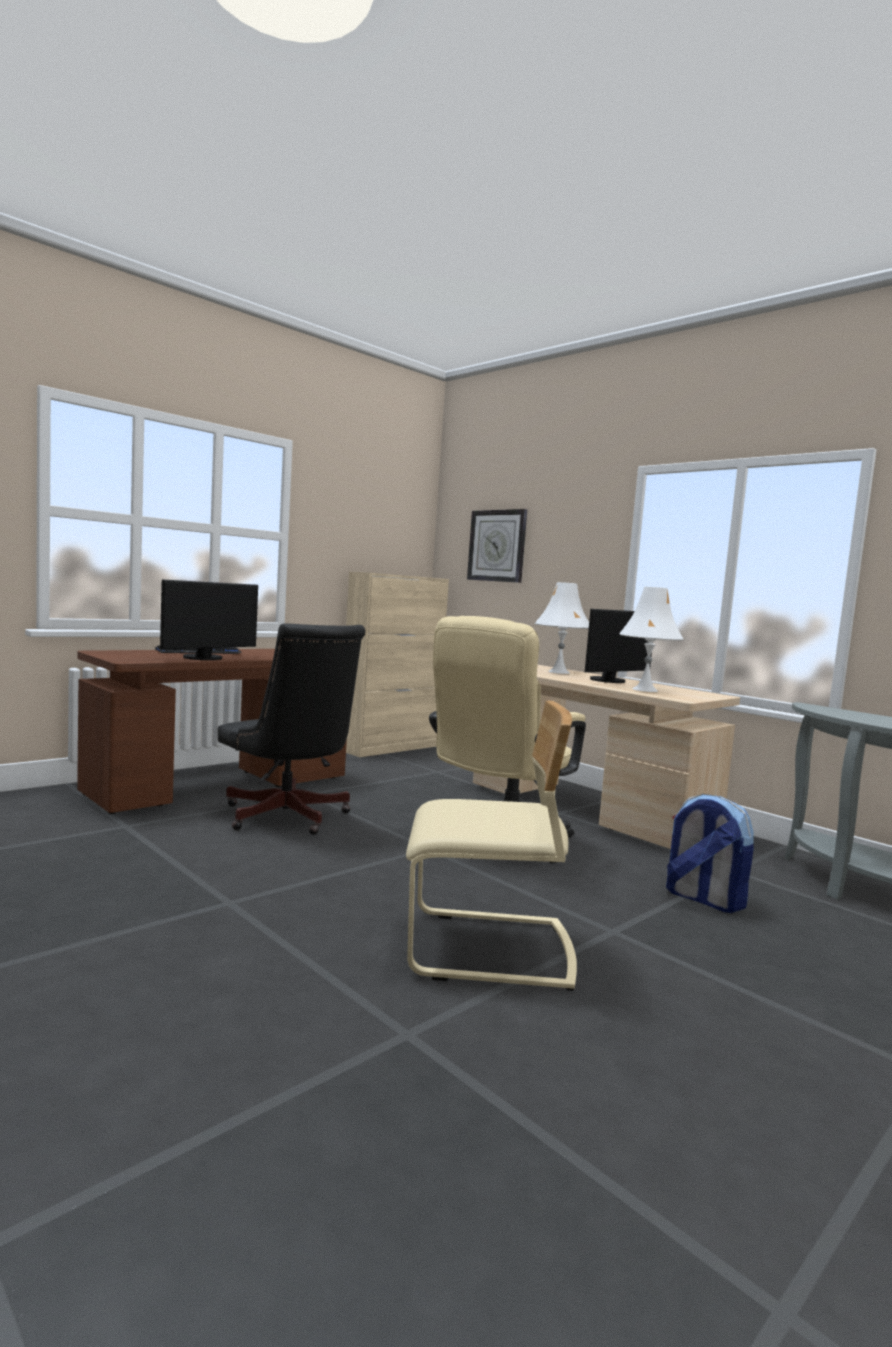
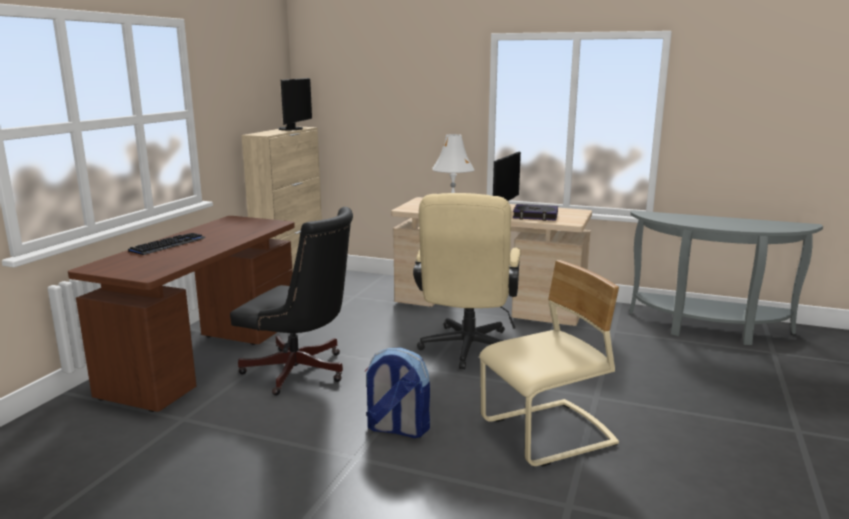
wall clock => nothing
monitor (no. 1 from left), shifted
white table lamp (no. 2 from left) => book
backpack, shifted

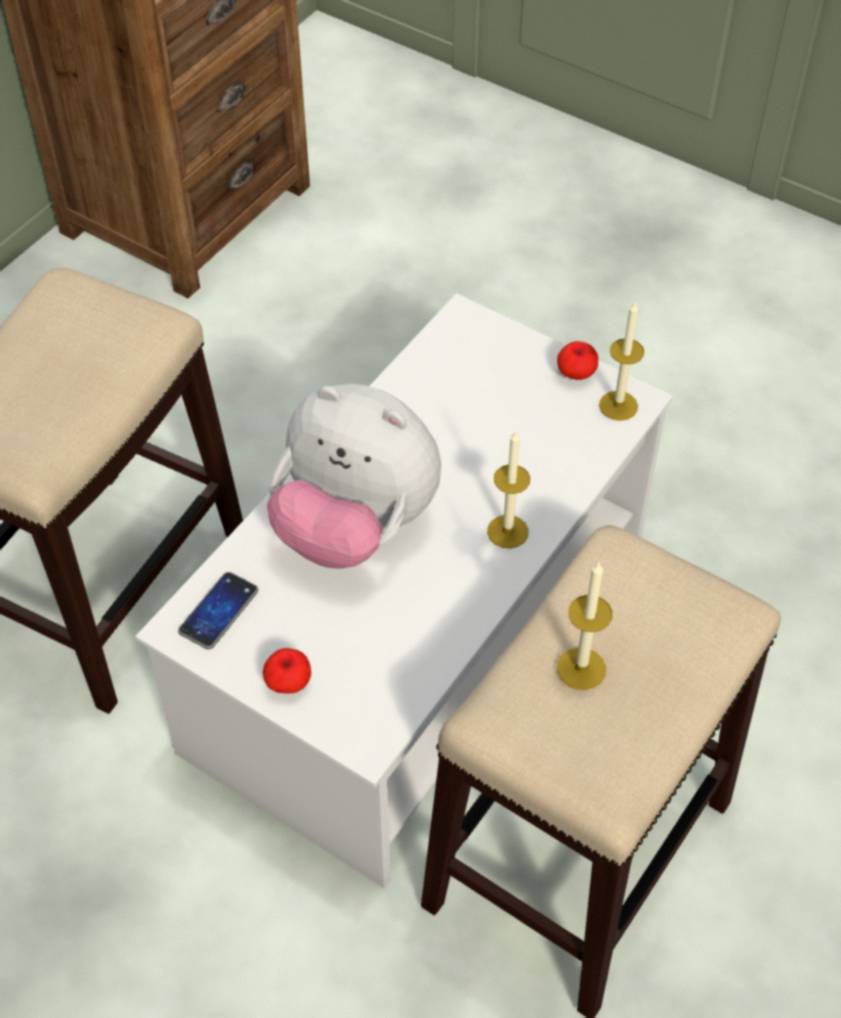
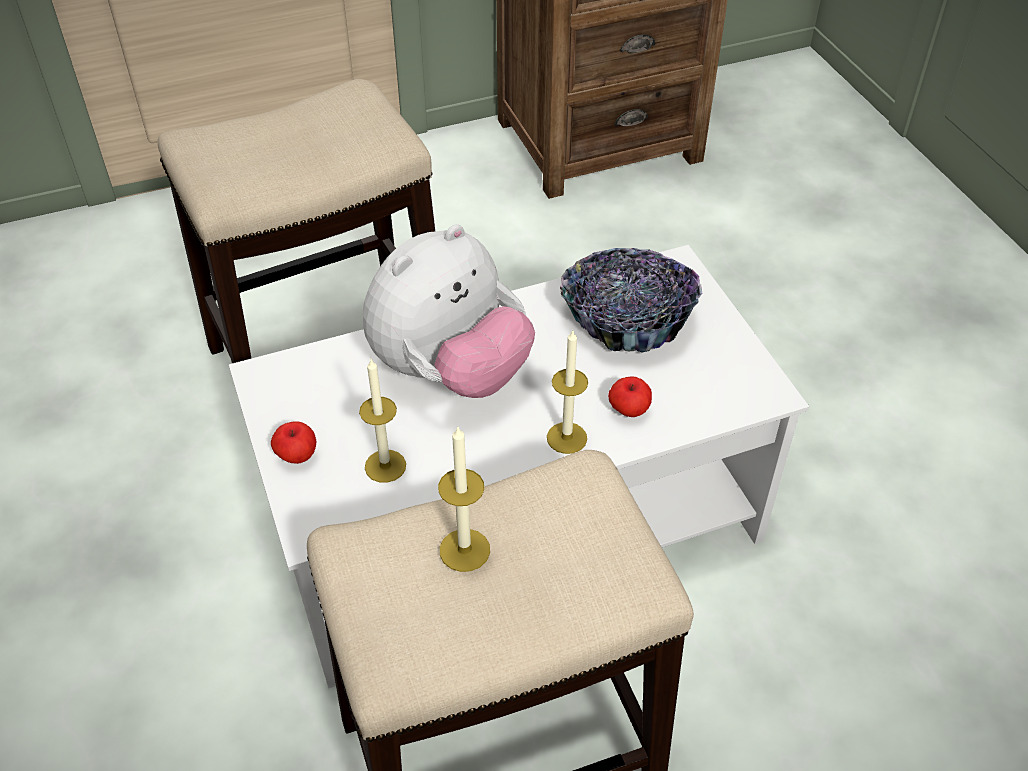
candle (no. 3 from left in the first image) => candle (no. 1 from left), shifted
apple (no. 2 from left), shifted
plush toy, 105 degrees counterclockwise
phone => nothing
nothing => bowl

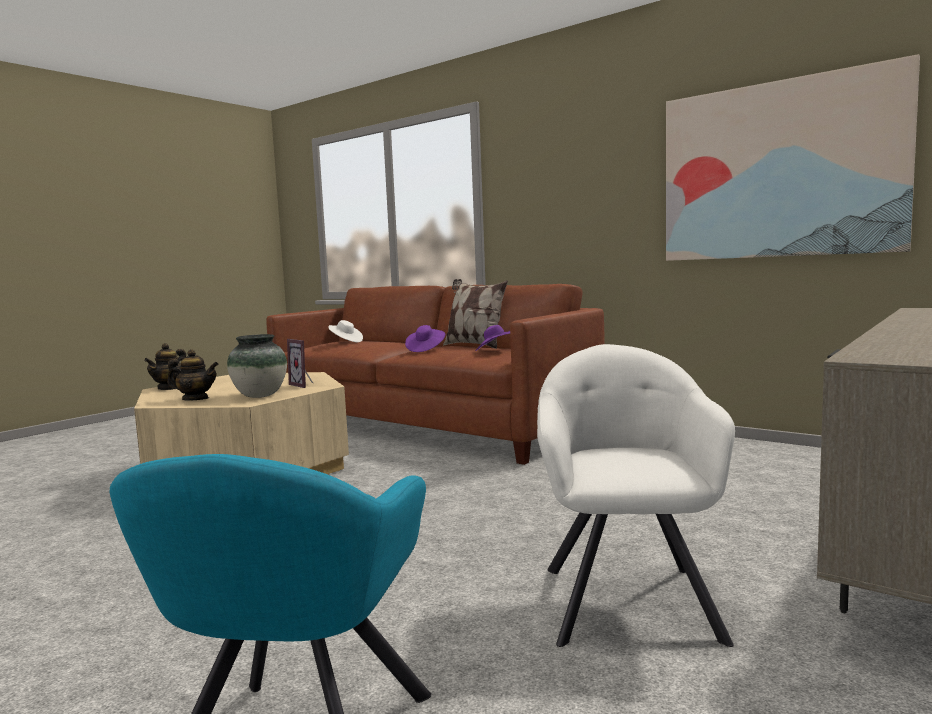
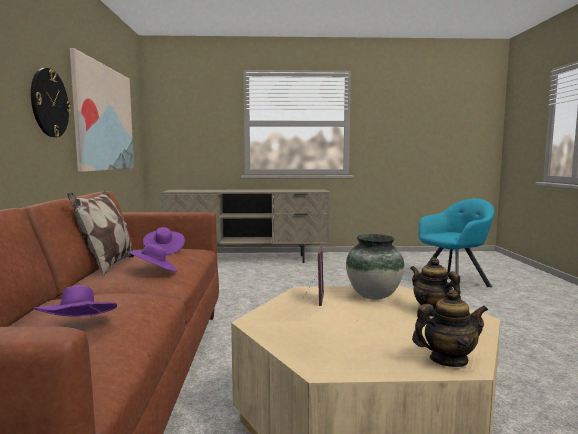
white hat => purple hat (no. 1 from left)
white armchair => nothing
nothing => wall clock

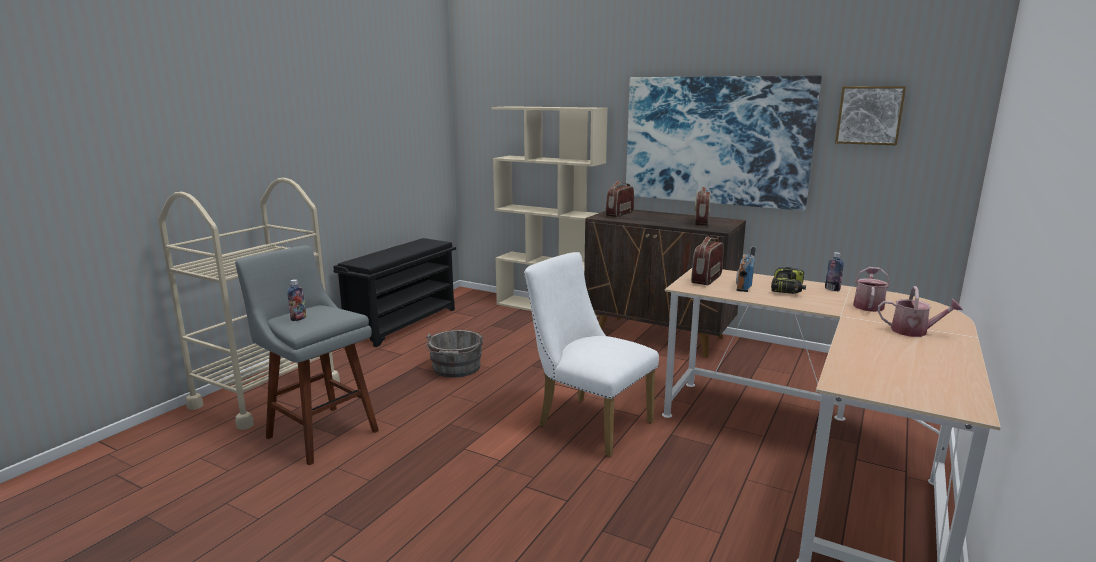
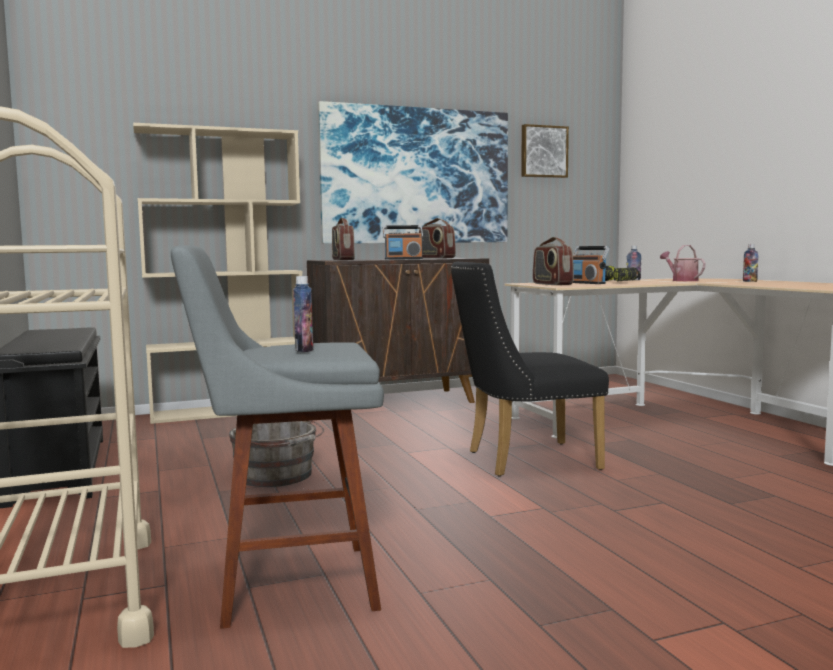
white chair => black chair
watering can (no. 2 from left) => bottle (no. 3 from left)
nothing => radio (no. 2 from left)

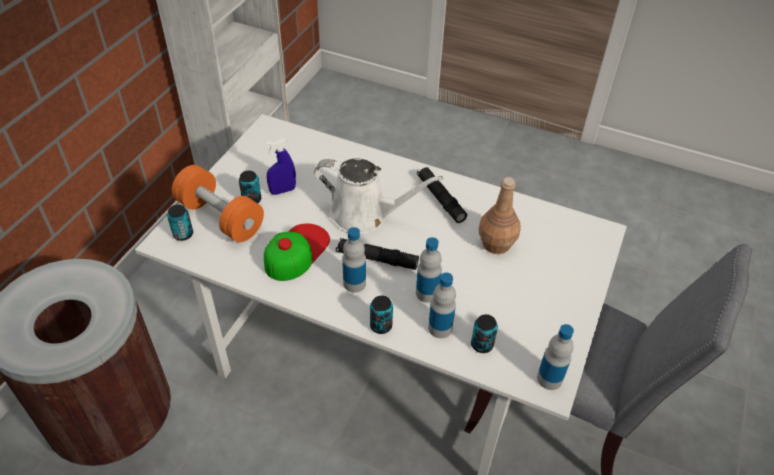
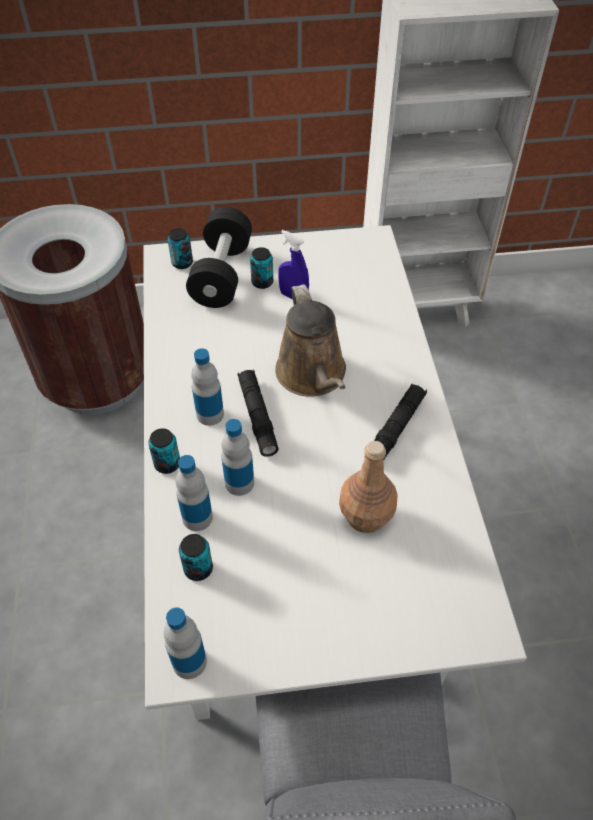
white watering can => brown watering can
orange dumbbell => black dumbbell
cap => nothing

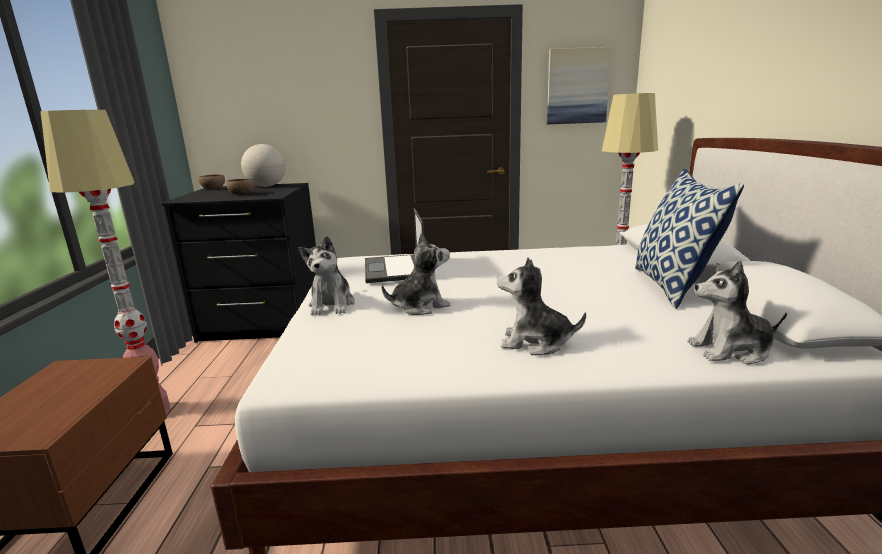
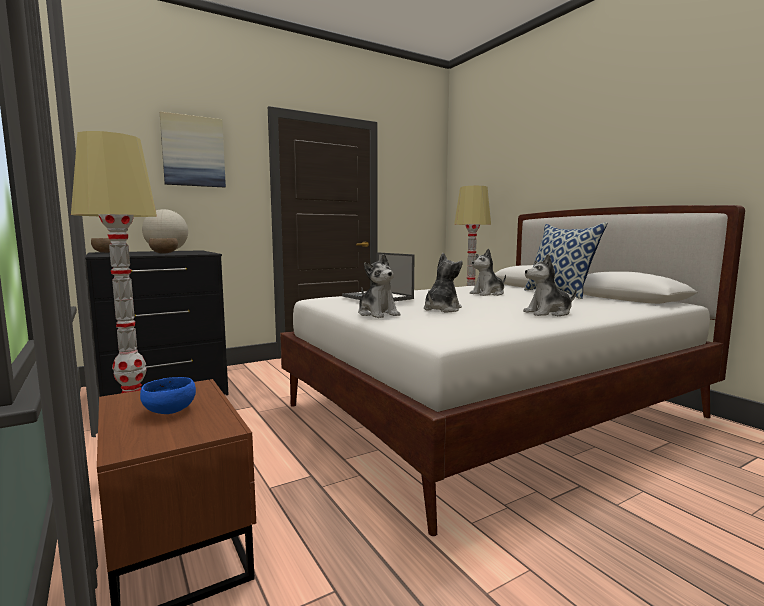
picture, shifted
plush toy (no. 4 from left in the first image) => plush toy (no. 3 from left), shifted
nothing => blue bowl

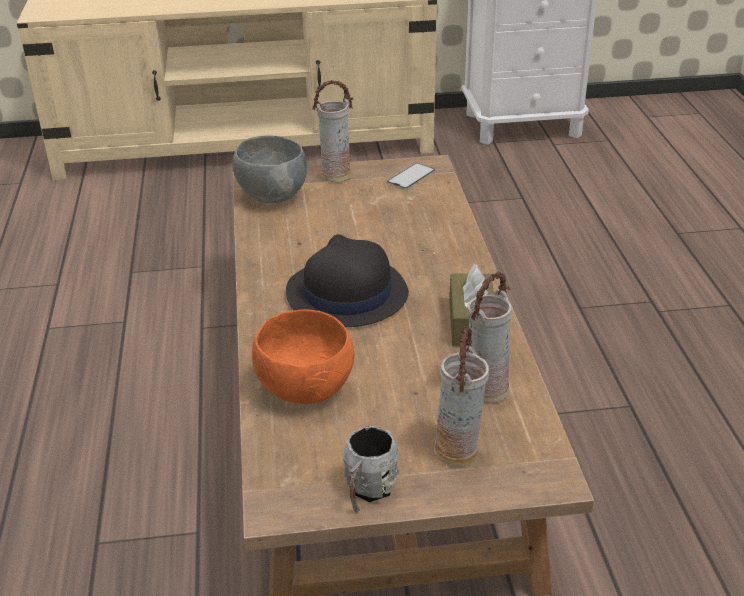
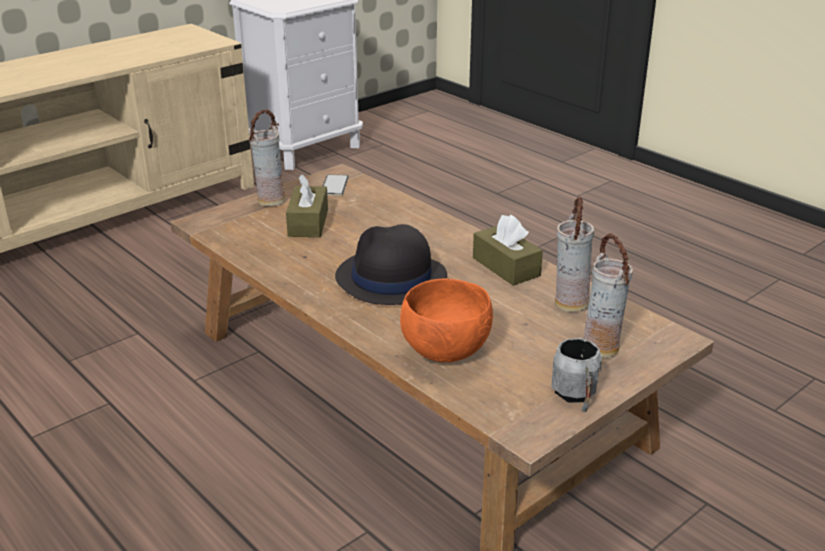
grey bowl => nothing
nothing => brown tissue box (no. 1 from left)

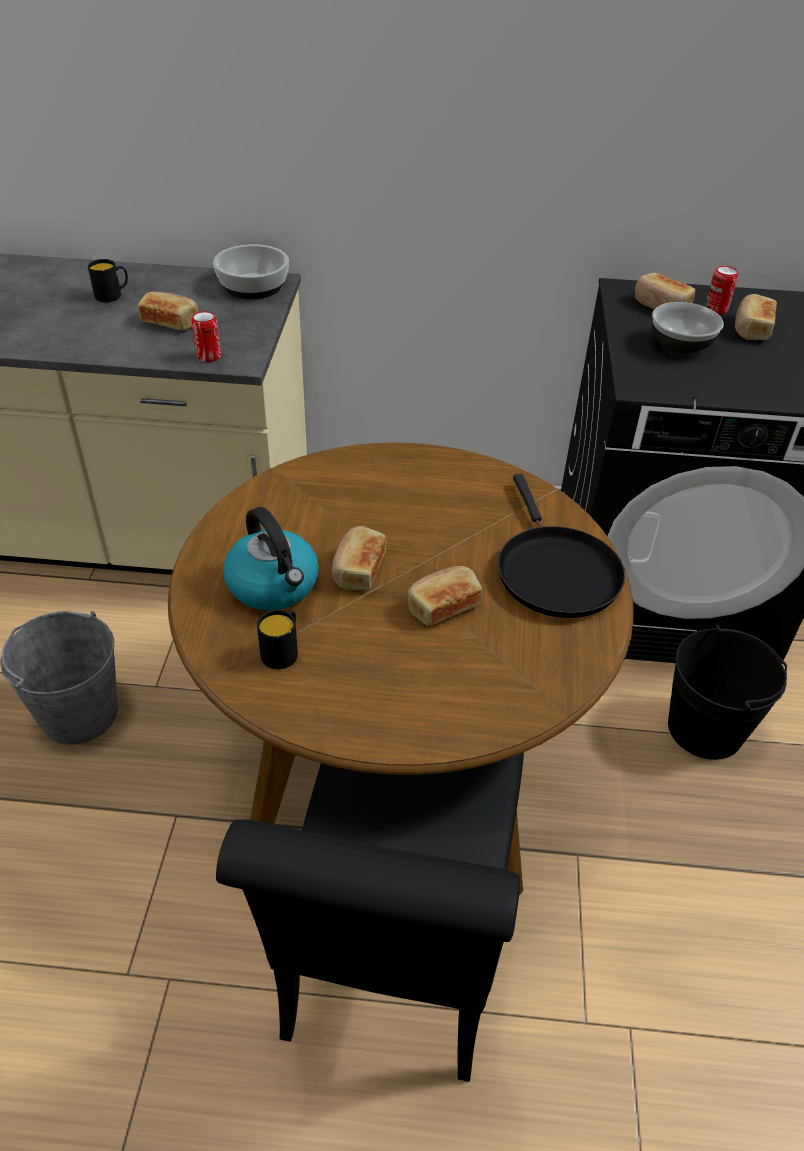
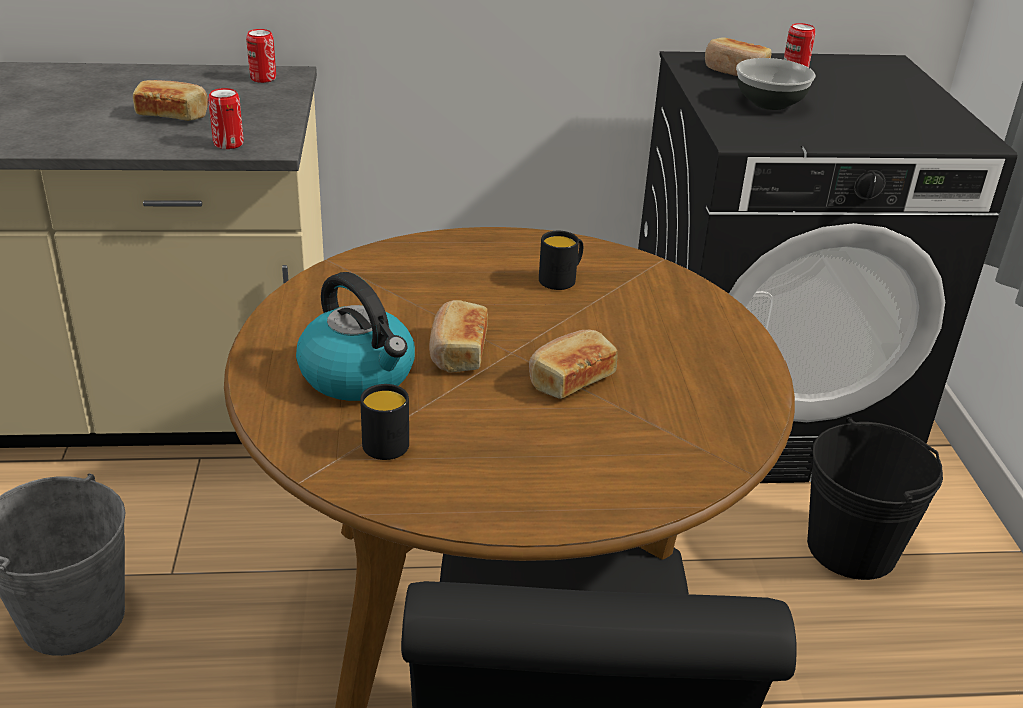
bowl (no. 1 from left) => can (no. 2 from left)
black mug (no. 1 from left in the first image) => black mug (no. 2 from left), shifted
bread (no. 5 from left) => nothing
black frying pan => nothing

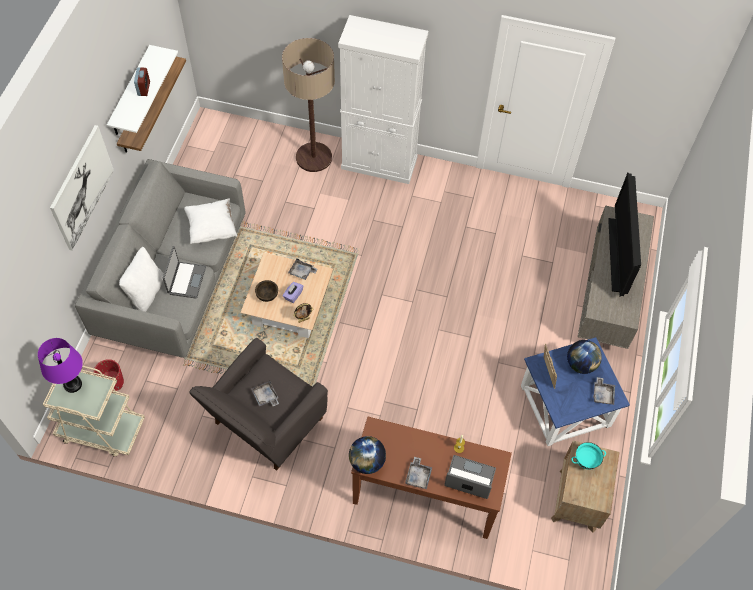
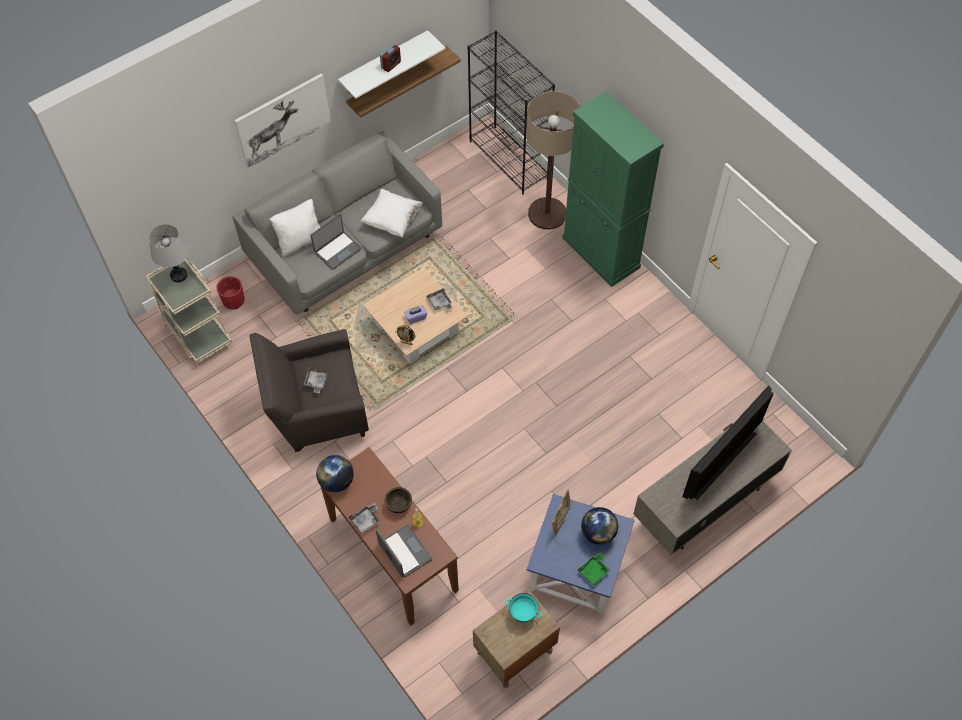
white cabinet => green cabinet
brown bowl, shifted
purple table lamp => grey table lamp
grey tray (no. 4 from left) => green tray
nothing => black bookcase

